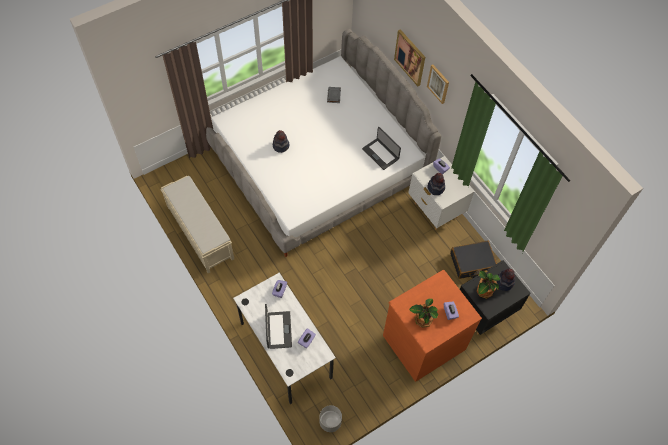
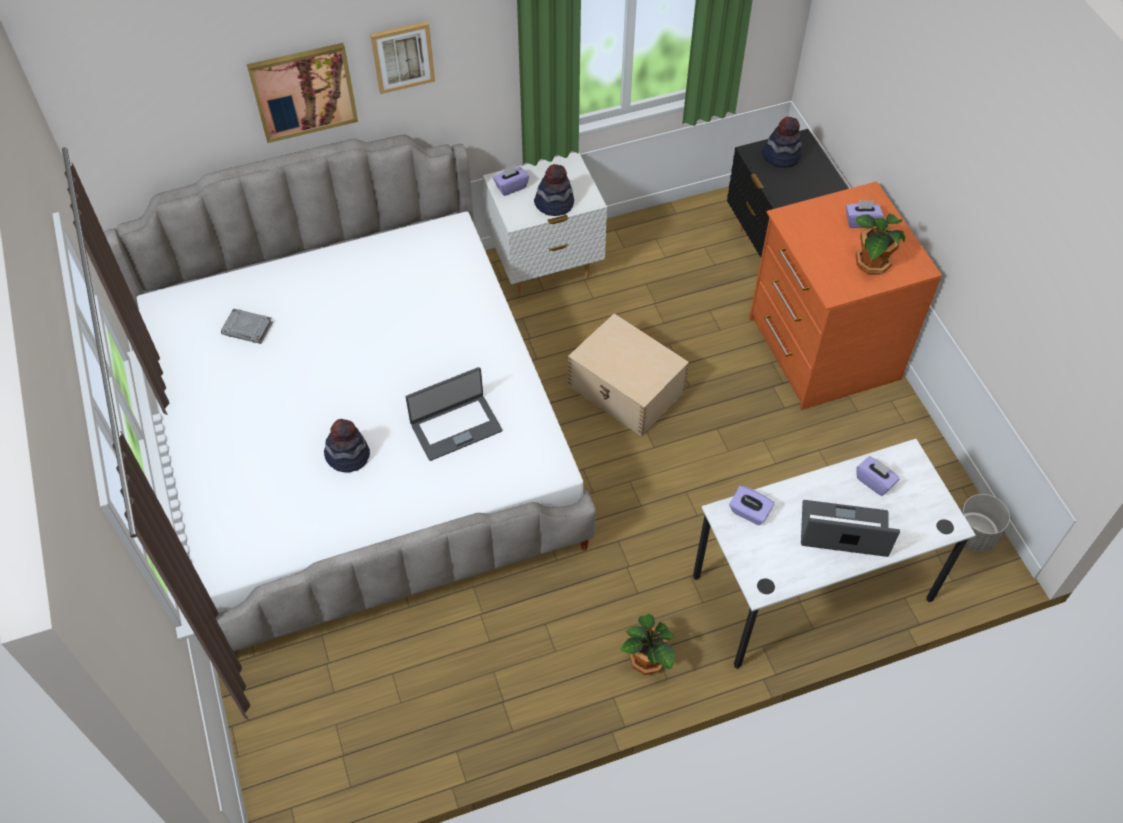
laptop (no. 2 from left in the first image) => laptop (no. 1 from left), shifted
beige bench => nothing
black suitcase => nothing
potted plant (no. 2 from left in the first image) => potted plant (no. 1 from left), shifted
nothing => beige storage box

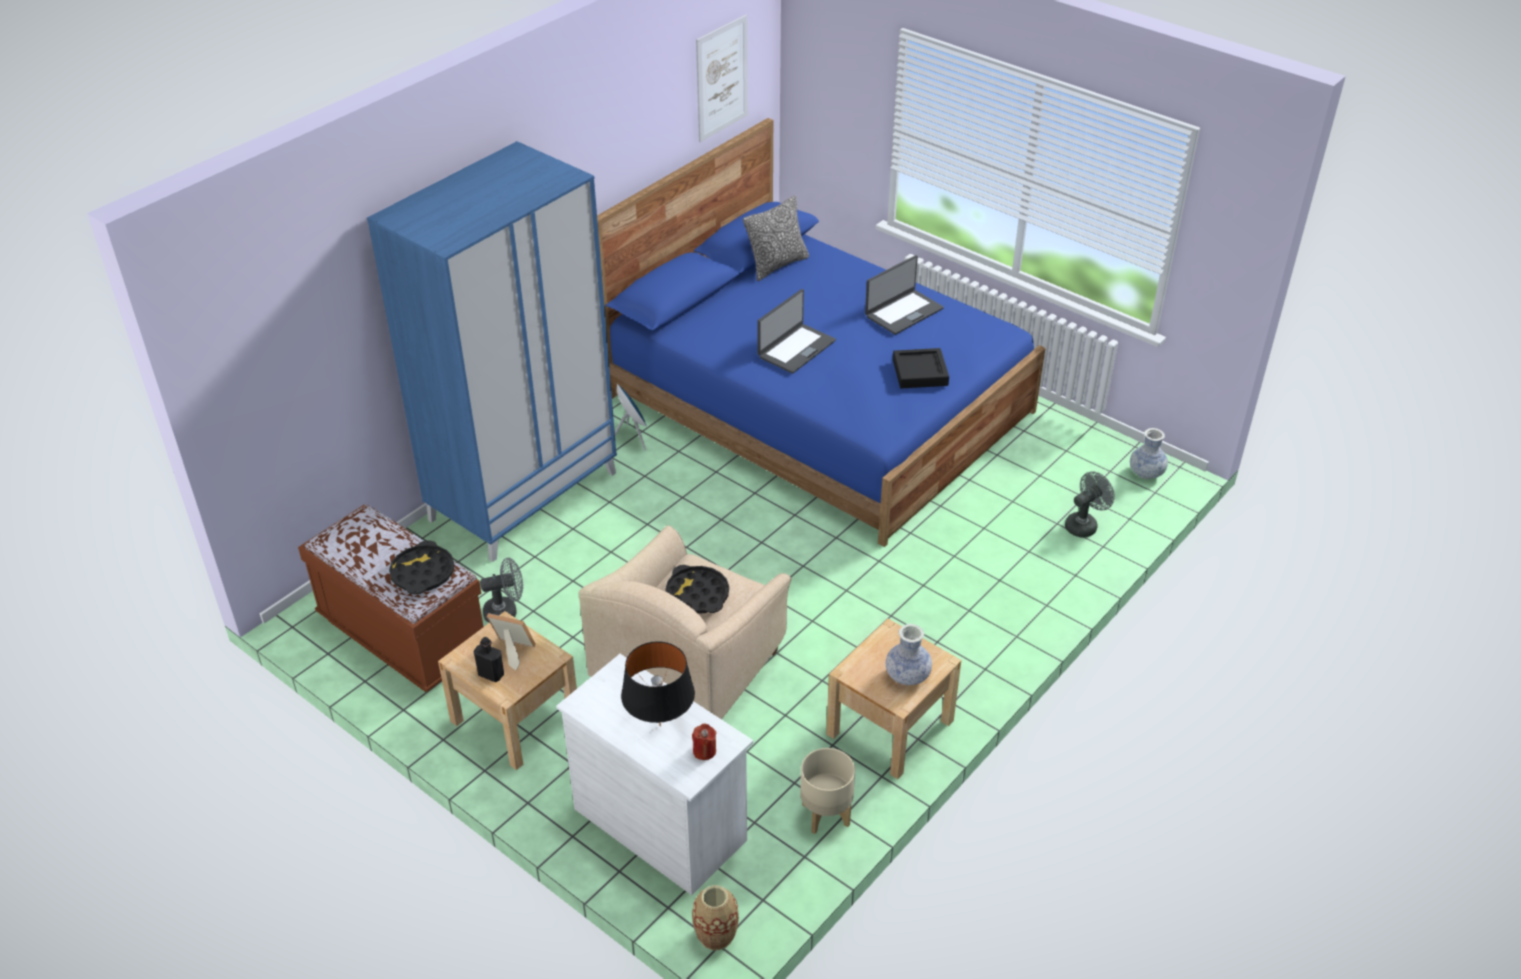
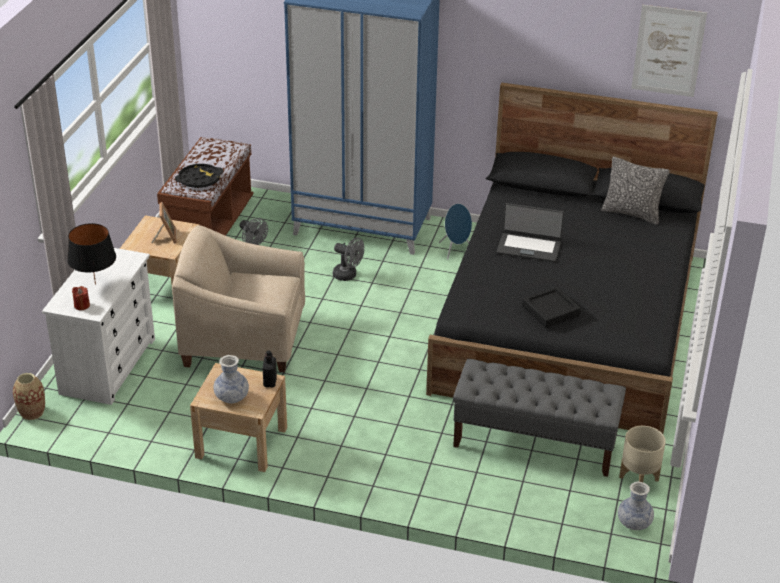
blue bed => black bed
laptop (no. 2 from left) => nothing
grey fan (no. 2 from left), shifted
black tray (no. 2 from left) => nothing
black bottle, shifted
beige planter, shifted
nothing => grey bench

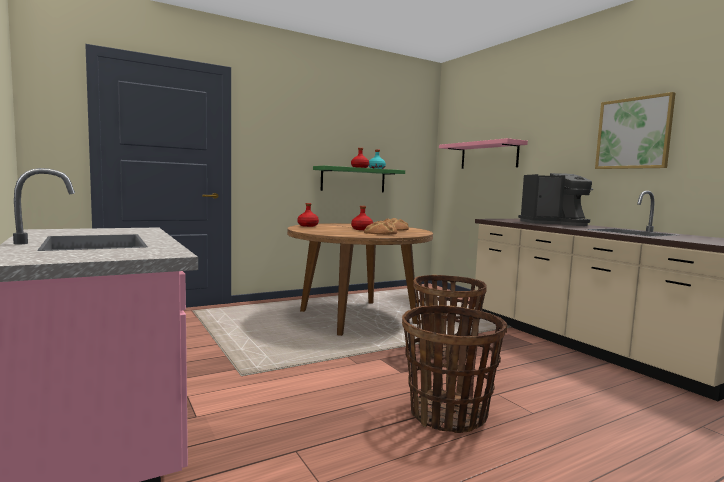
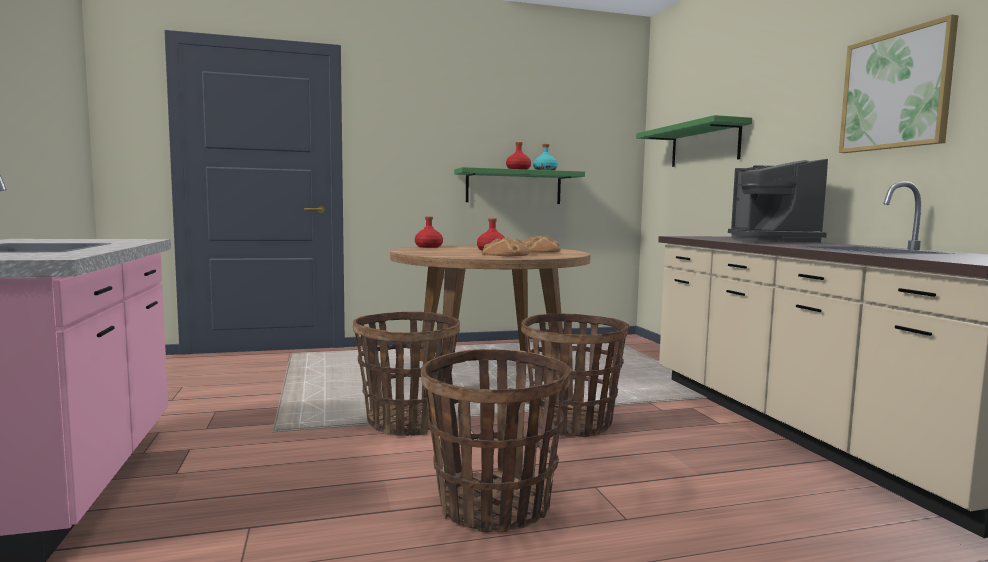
pink shelf => green shelf (no. 2 from left)
coffee machine, 75 degrees clockwise
nothing => basket (no. 1 from left)

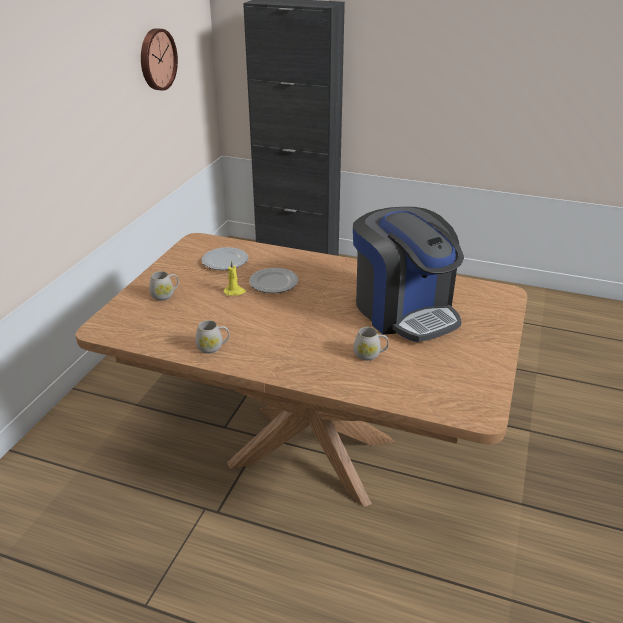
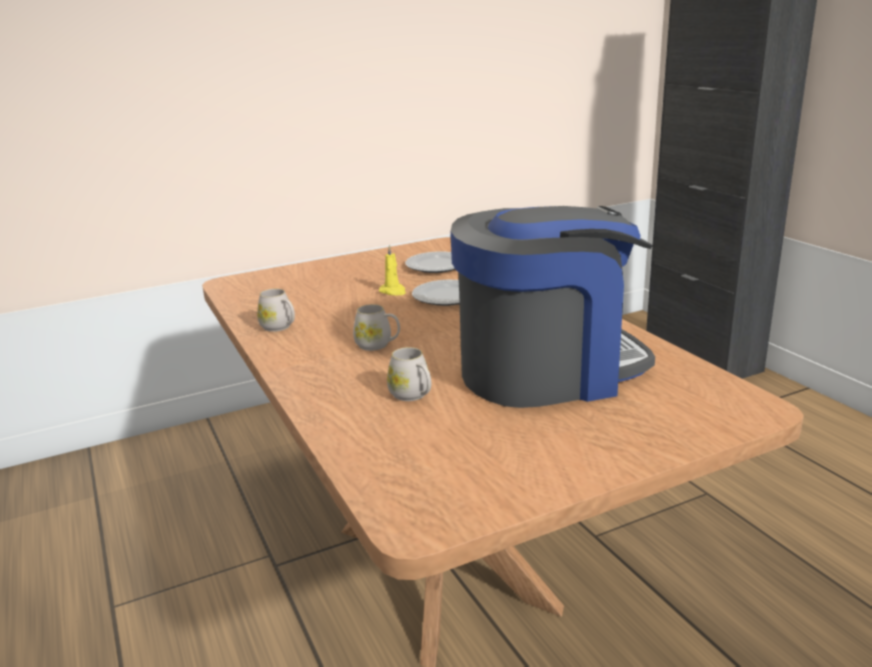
wall clock => nothing
coffee machine, 120 degrees counterclockwise
white mug (no. 1 from left in the first image) => white mug (no. 2 from left), shifted

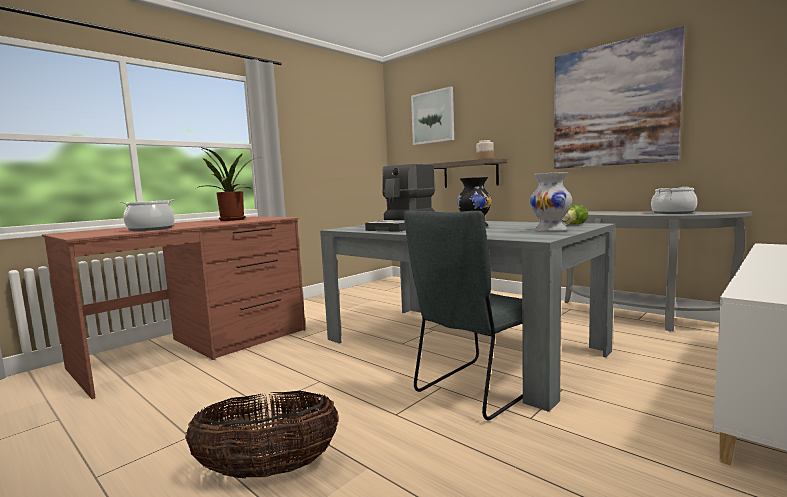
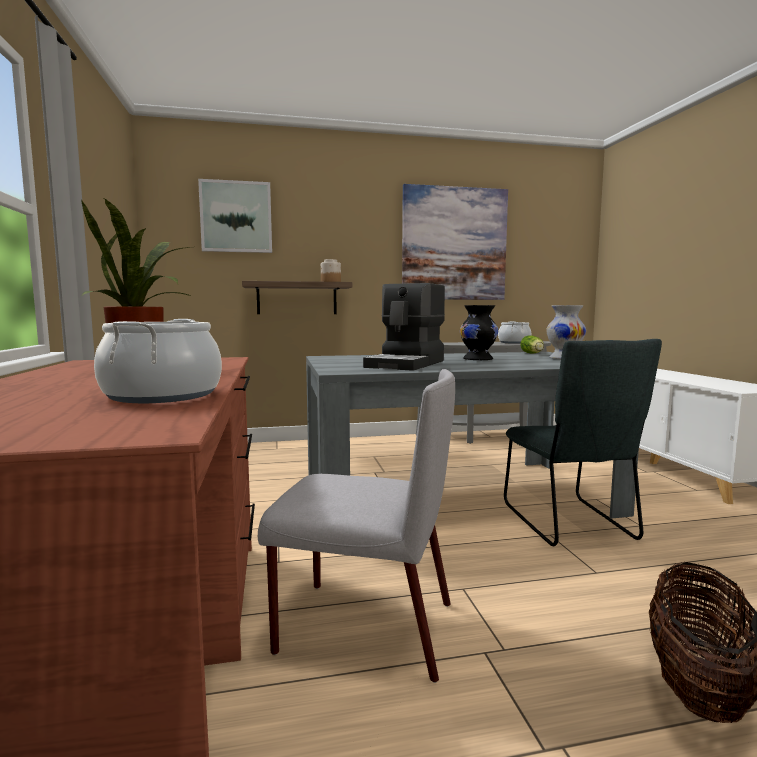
coffee machine, 45 degrees clockwise
nothing => grey chair (no. 1 from left)

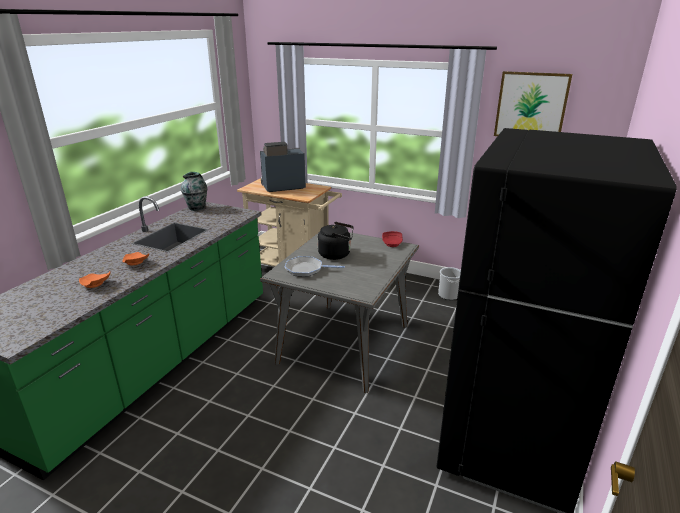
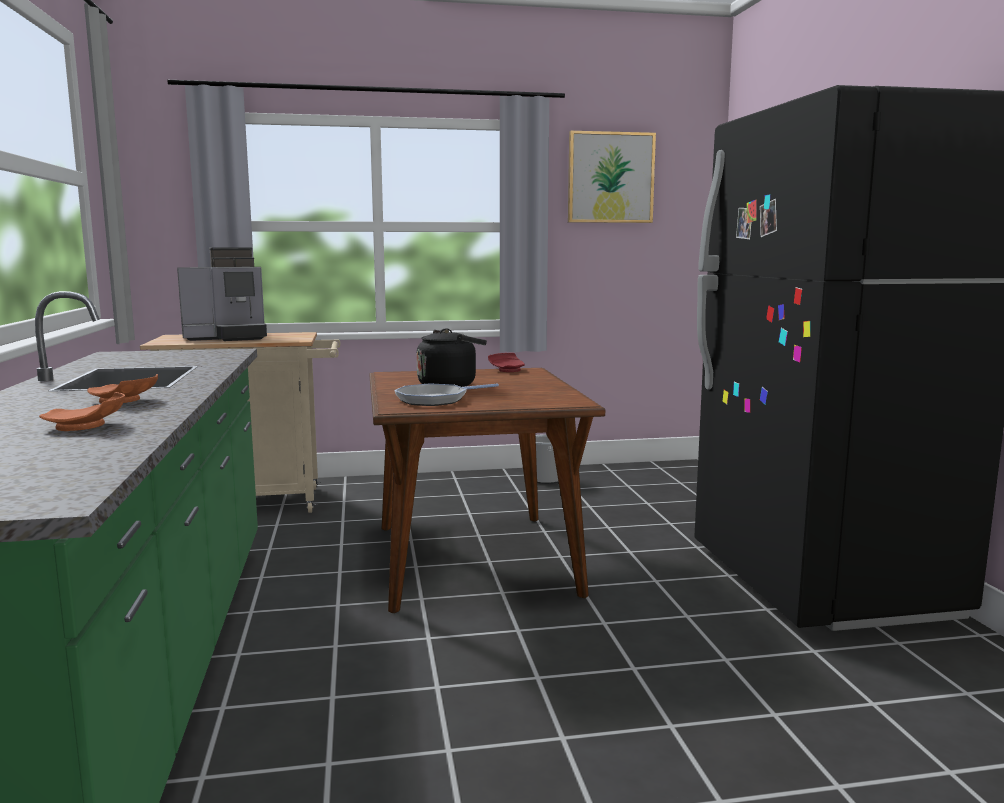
coffee machine, 150 degrees counterclockwise
vase => nothing
grey dining table => brown dining table

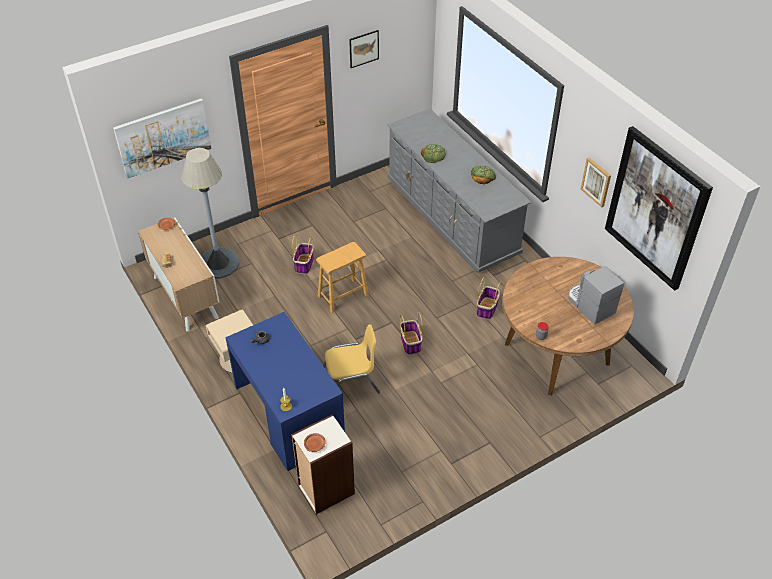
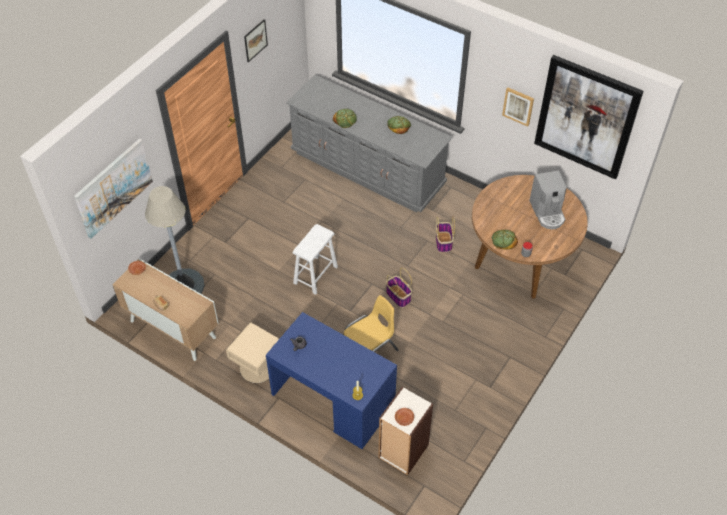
basket (no. 1 from left) => nothing
brown stool => white stool
coffee machine, 135 degrees counterclockwise
nothing => bread (no. 4 from left)

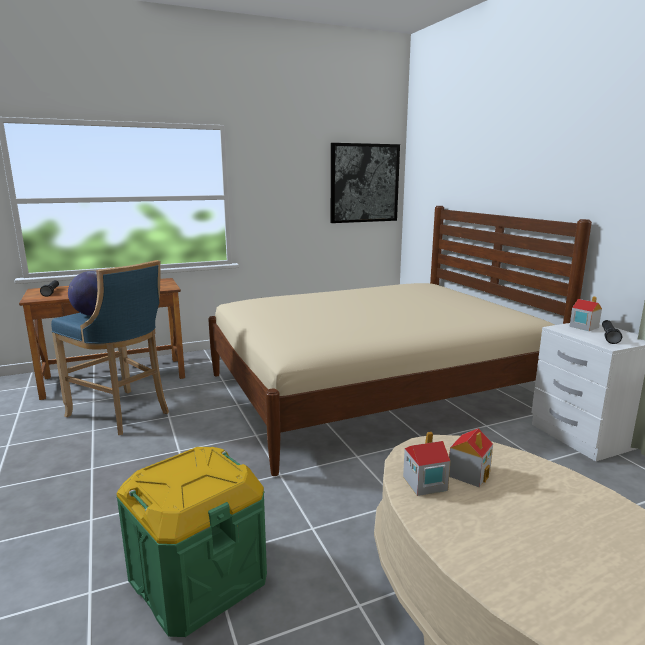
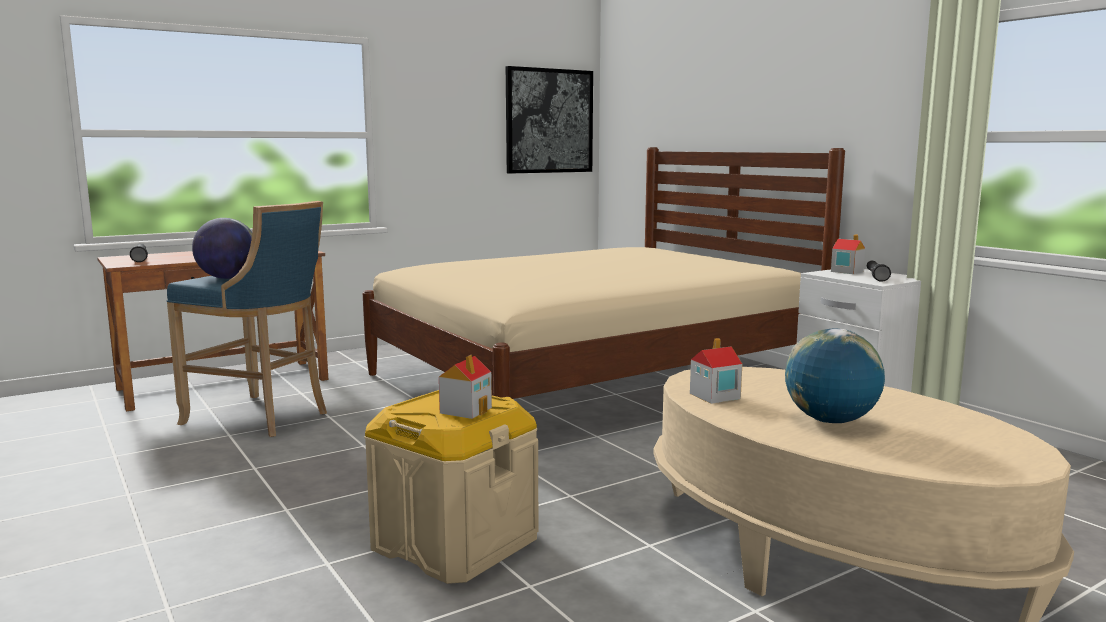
toy house (no. 2 from left in the first image) => toy house (no. 1 from left), shifted
green storage box => beige storage box
nothing => globe (no. 2 from left)

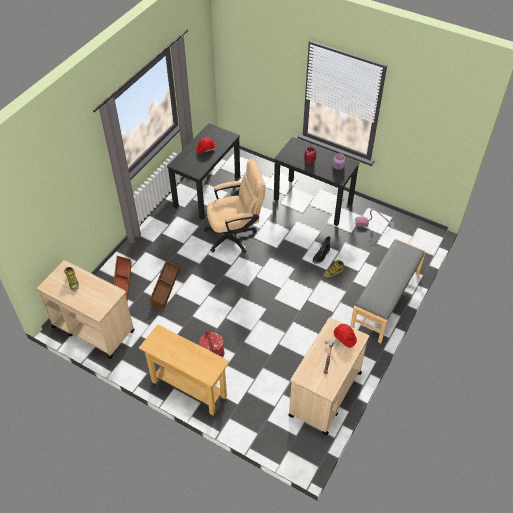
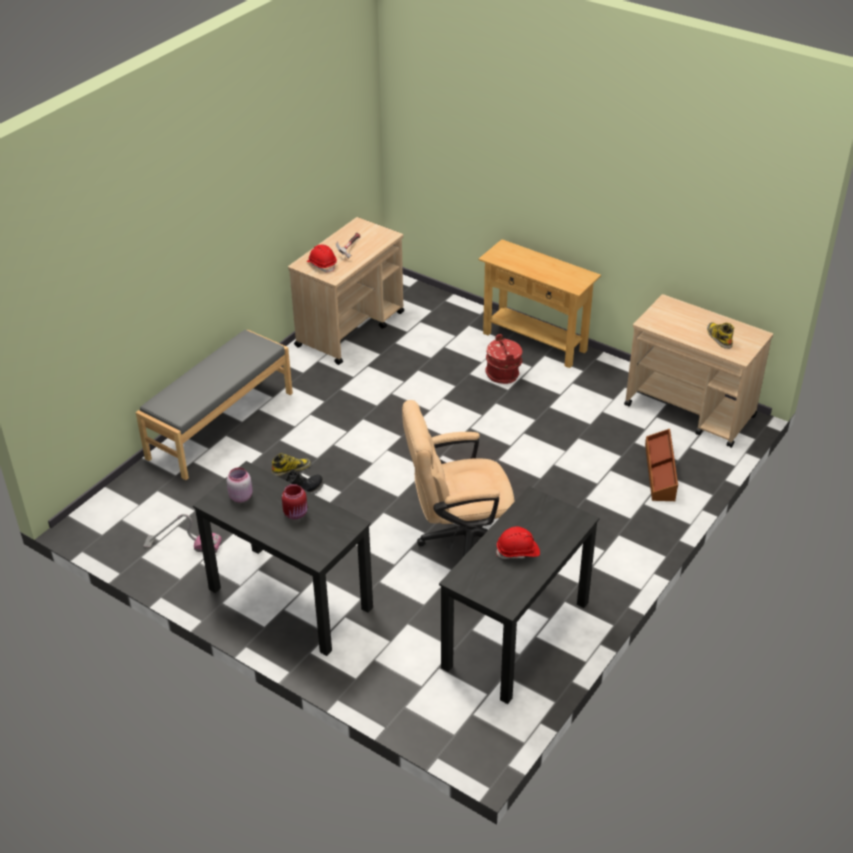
brown storage box (no. 2 from left) => nothing

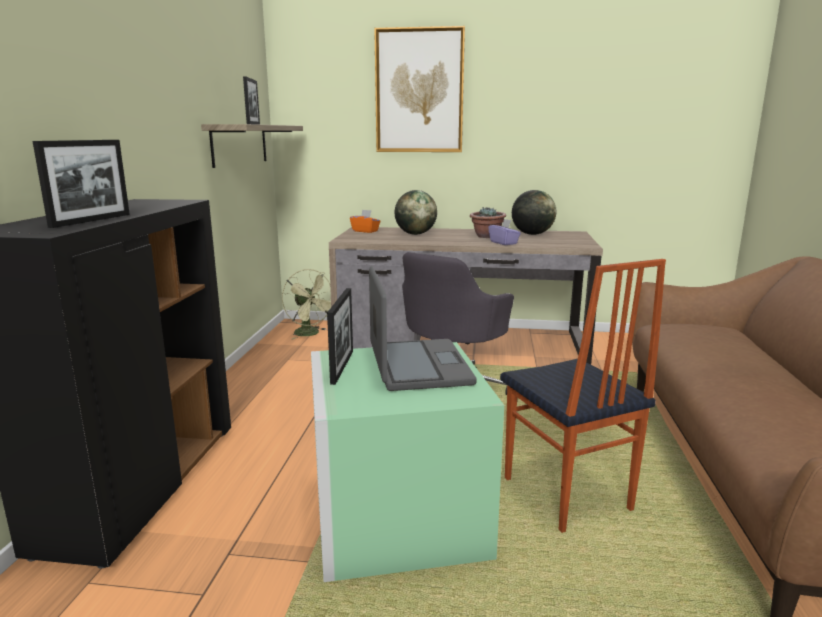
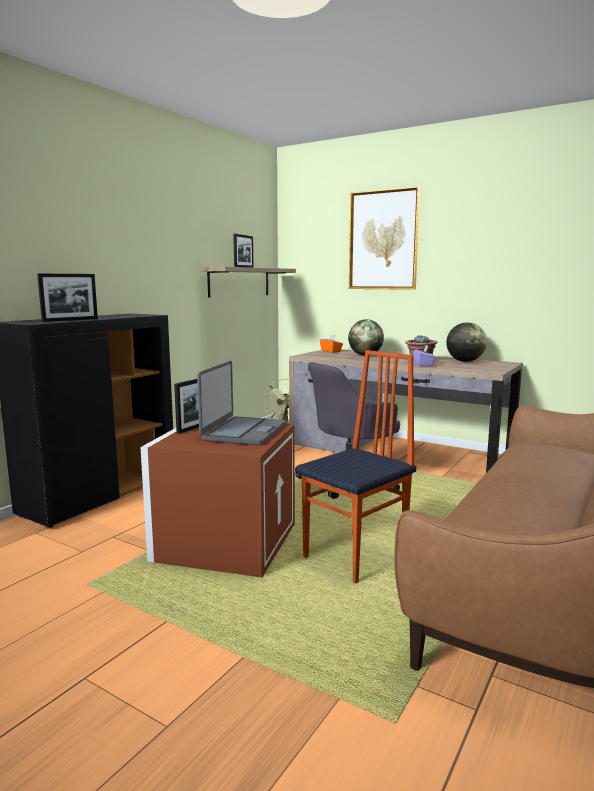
chair, 135 degrees counterclockwise
green storage box => brown storage box

